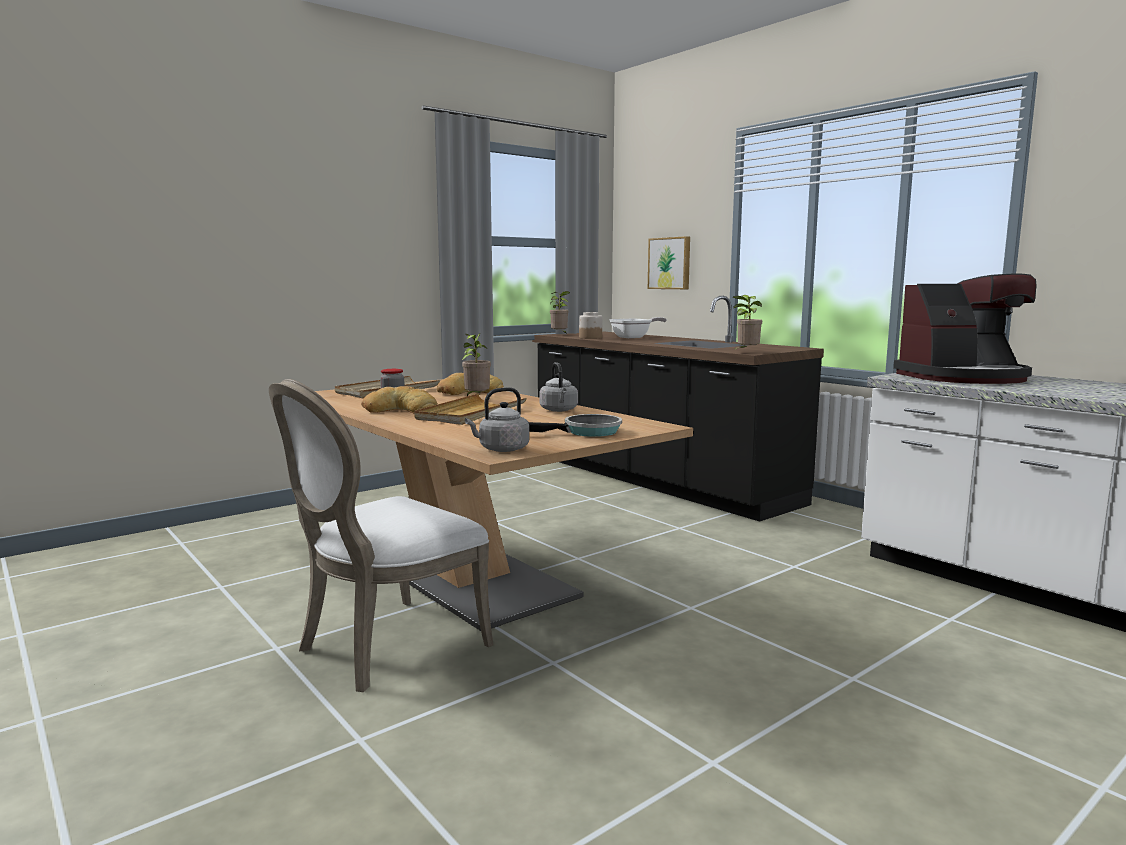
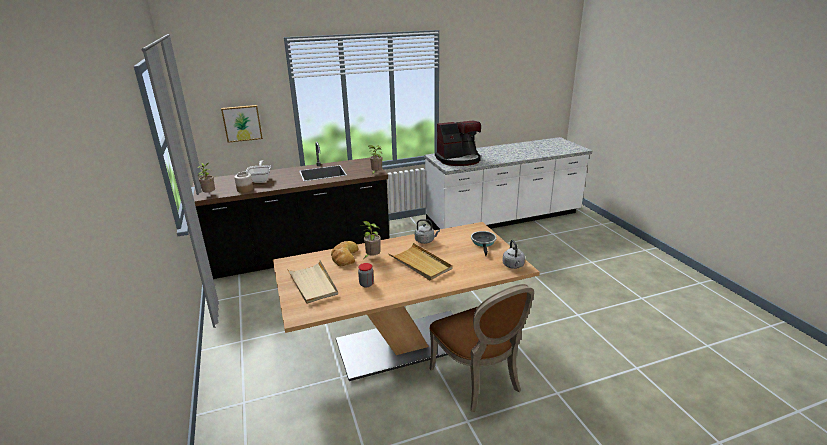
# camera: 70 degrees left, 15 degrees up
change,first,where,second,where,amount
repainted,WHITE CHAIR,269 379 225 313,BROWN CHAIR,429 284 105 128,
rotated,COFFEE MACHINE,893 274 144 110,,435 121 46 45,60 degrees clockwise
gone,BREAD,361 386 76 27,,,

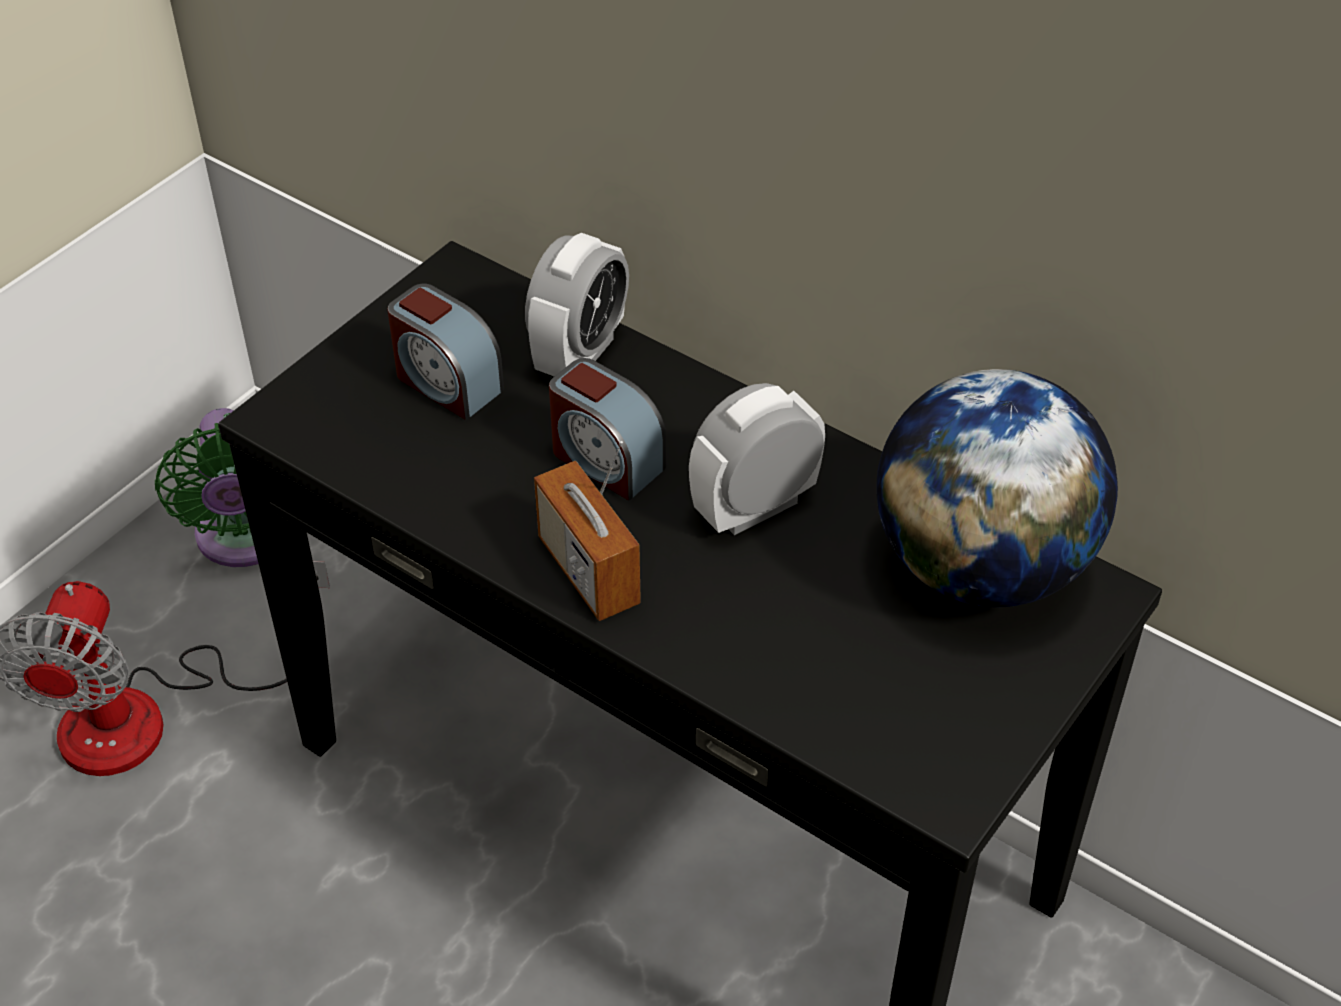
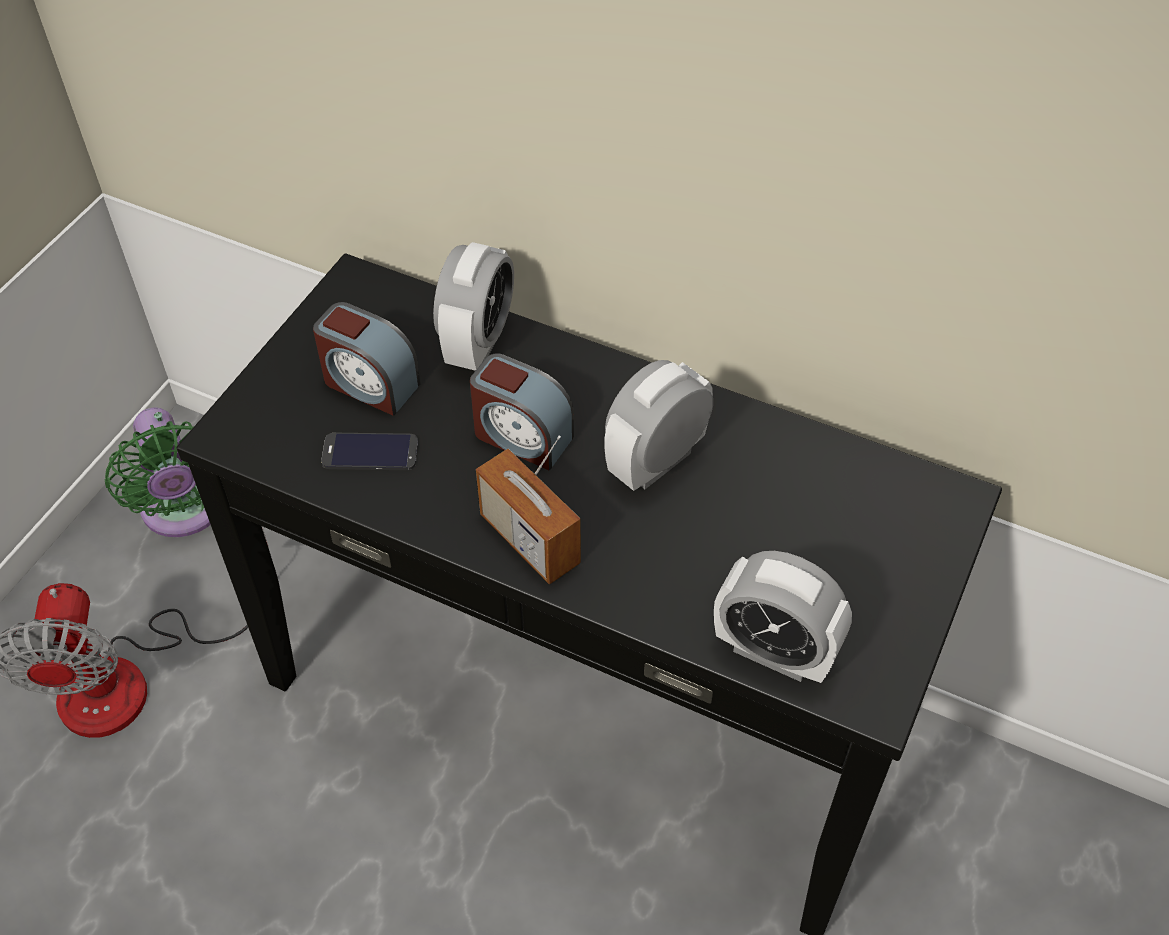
# camera: 10 degrees left, 5 degrees up
change,first,where,second,where,amount
new,,,PHONE,321 433 97 37,
new,,,ALARM CLOCK,714 551 138 132,
gone,GLOBE,876 369 242 238,,,

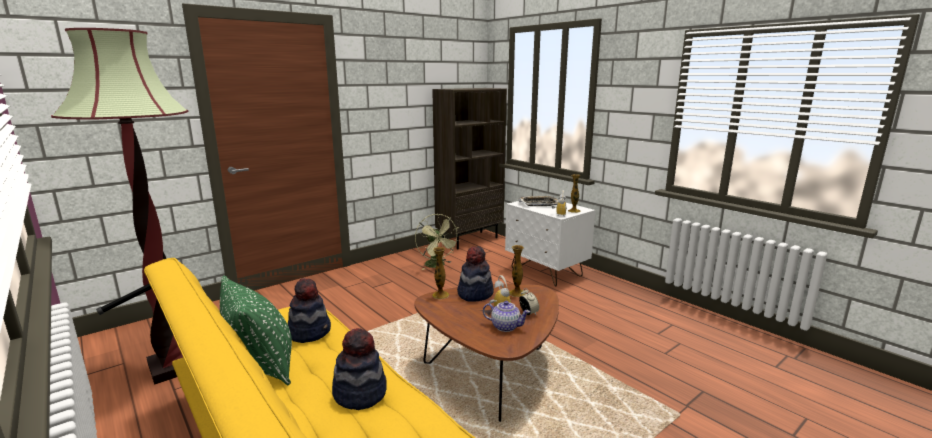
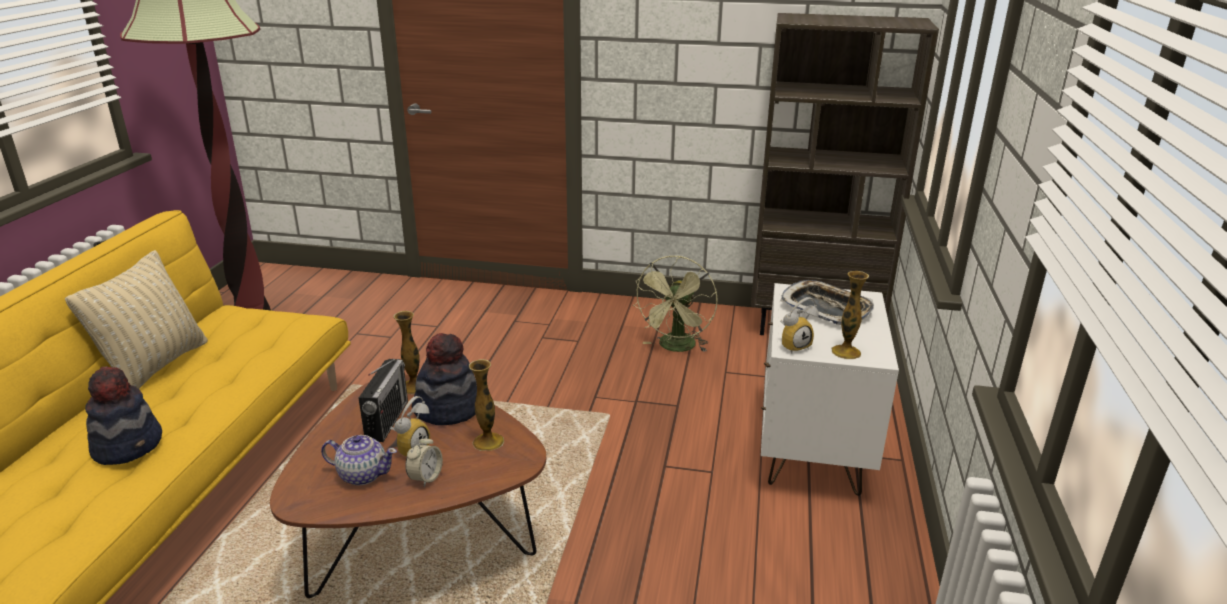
# camera: 50 degrees right, 10 degrees up
change,first,where,second,where,amount
repainted,GREEN PILLOW,220 276 72 109,BEIGE PILLOW,65 250 143 139,
rotated,TEAPOT,483 301 47 31,,321 435 76 51,60 degrees counterclockwise
new,,,RADIO,358 359 50 83,
gone,HAT,288 278 43 65,,,

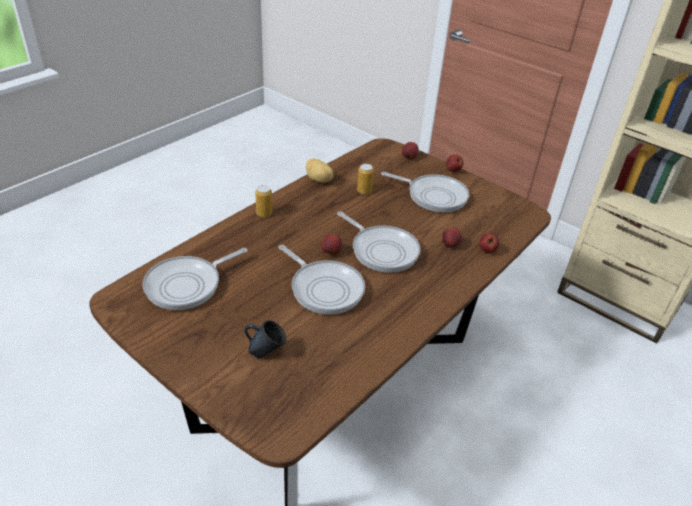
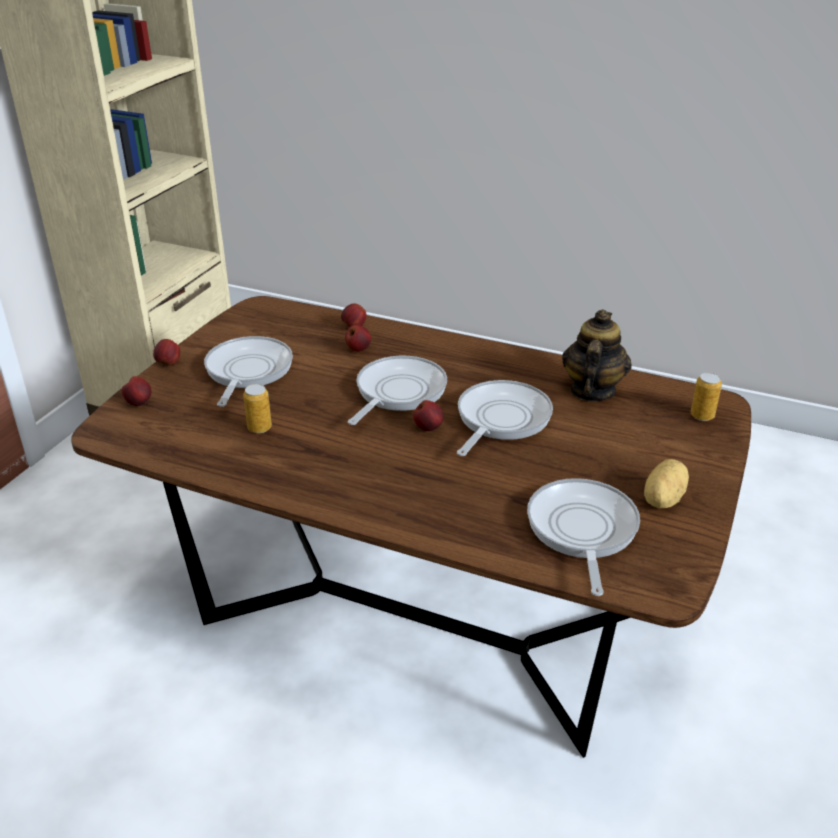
# camera: 105 degrees left, 5 degrees down
change,first,where,second,where,amount
rotated,FRYING PAN,143 248 105 62,,527 478 113 118,120 degrees counterclockwise
new,,,TEAPOT,562 310 70 91,
shifted,POTATO,306 158 28 25,,644 459 45 49,
shifted,CAN,255 185 17 33,,691 373 31 48,
gone,BLUE MUG,244 320 42 39,,,

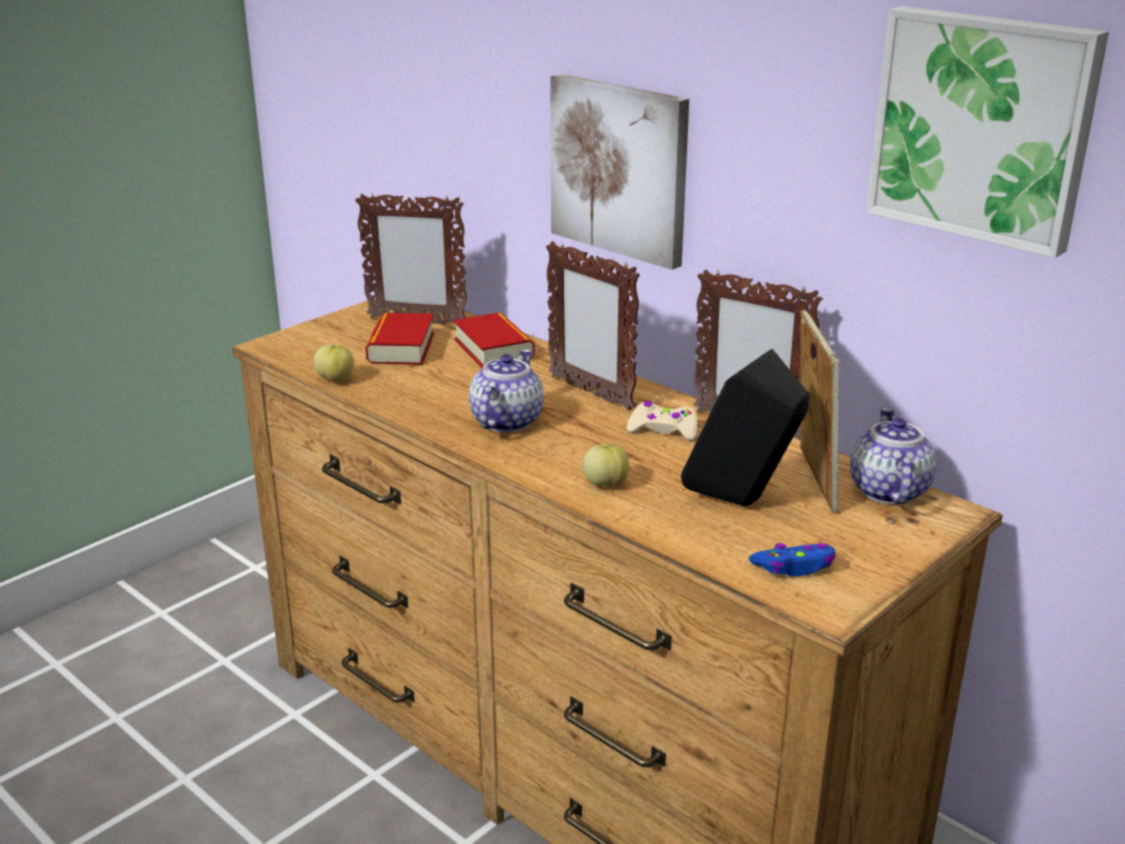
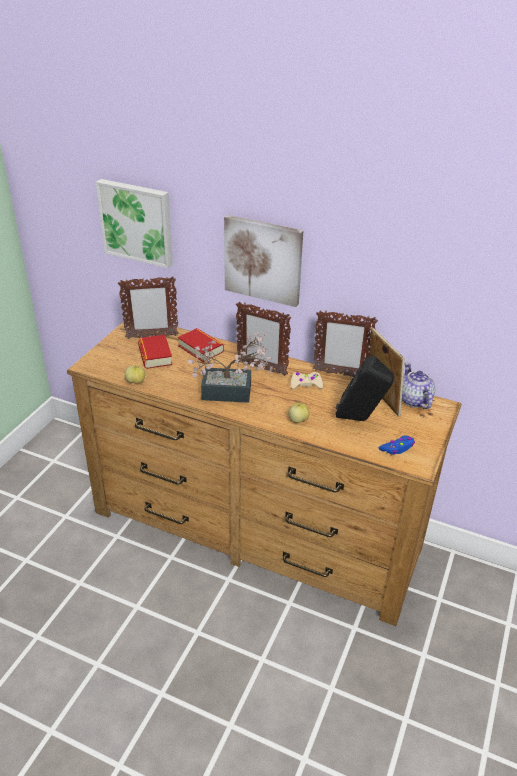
# camera: 20 degrees left, 10 degrees up
change,first,where,second,where,amount
shifted,PICTURE,866 6 243 252,,96 179 77 89,
swapped,TEAPOT,469 349 75 84,POTTED PLANT,188 332 85 71,

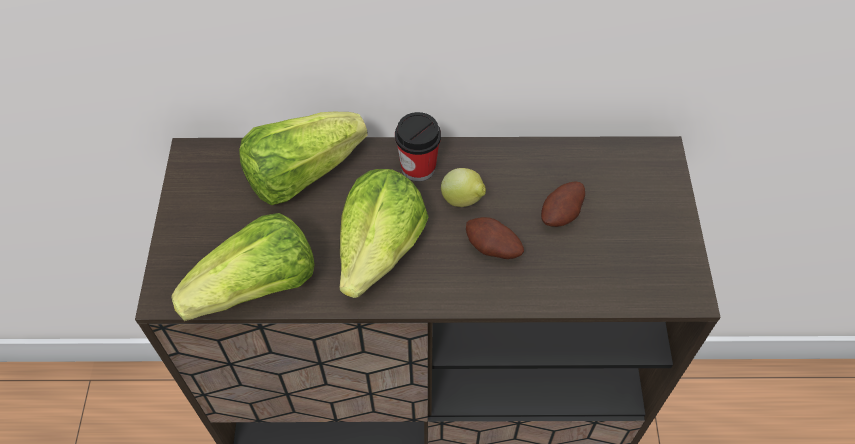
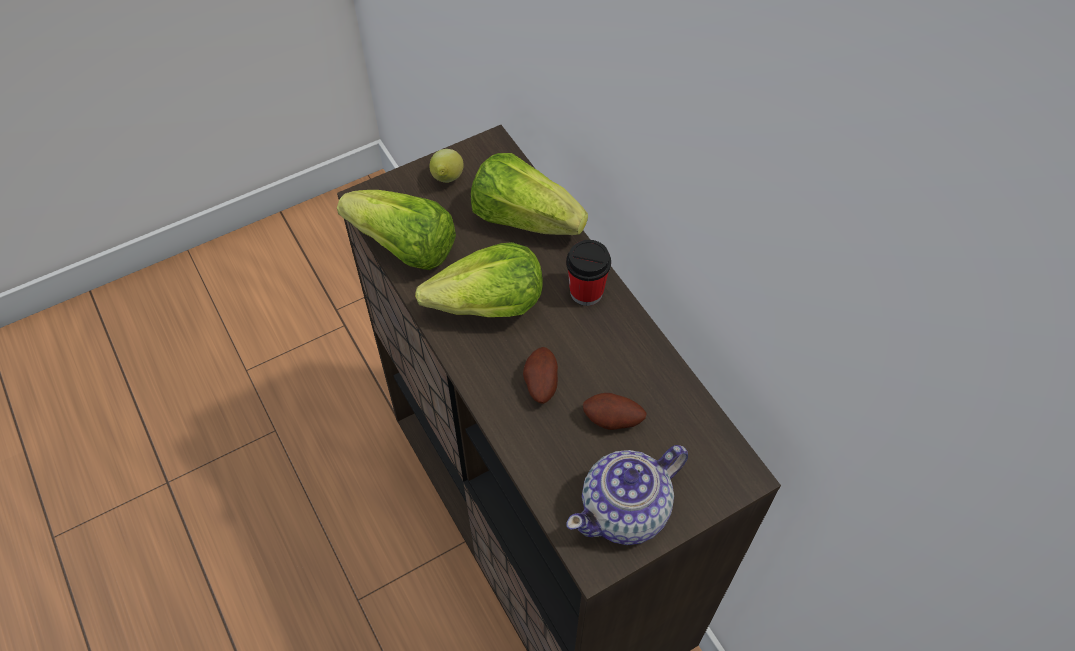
# camera: 60 degrees right, 0 degrees up
change,first,where,second,where,amount
shifted,LEMON,441 168 45 39,,429 149 35 34,
new,,,TEAPOT,566 445 122 100,

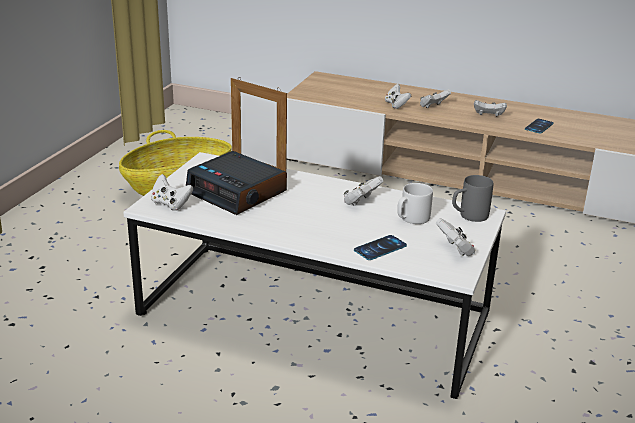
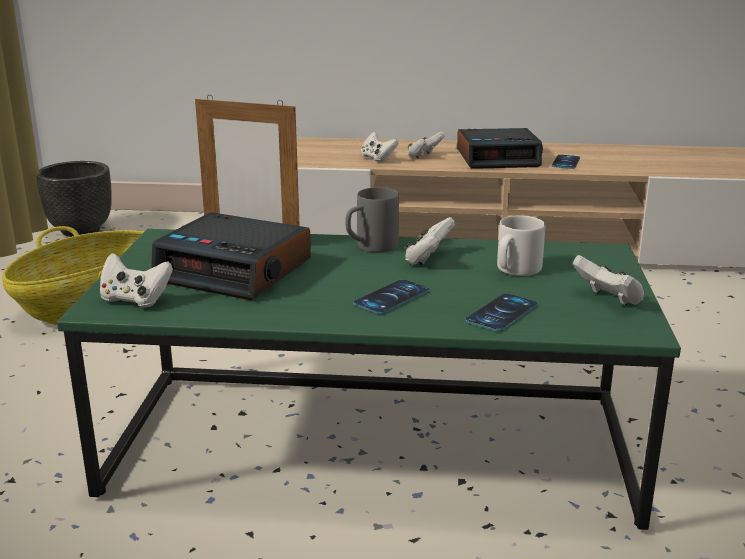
# camera: 15 degrees left, 5 degrees down
change,first,where,second,where,amount
new,,,BLACK PLANTER,36 161 76 76,
repainted,WHITE COFFEE TABLE,123 152 383 247,GREEN COFFEE TABLE,57 229 624 301,
shifted,GREY MUG,452 175 41 47,,345 188 54 65,
new,,,PHONE,353 279 77 35,
swapped,WHITE GAME CONTROLLER,474 100 33 16,ALARM CLOCK,457 128 86 41,

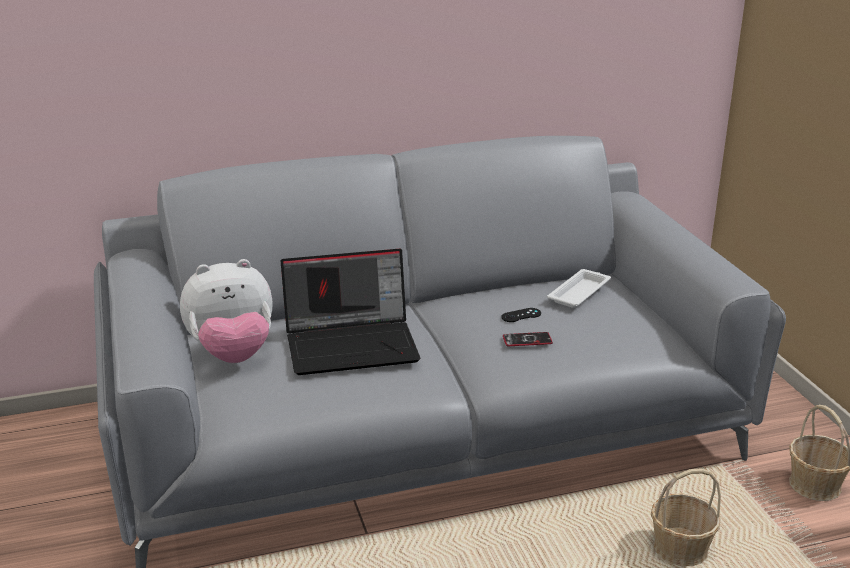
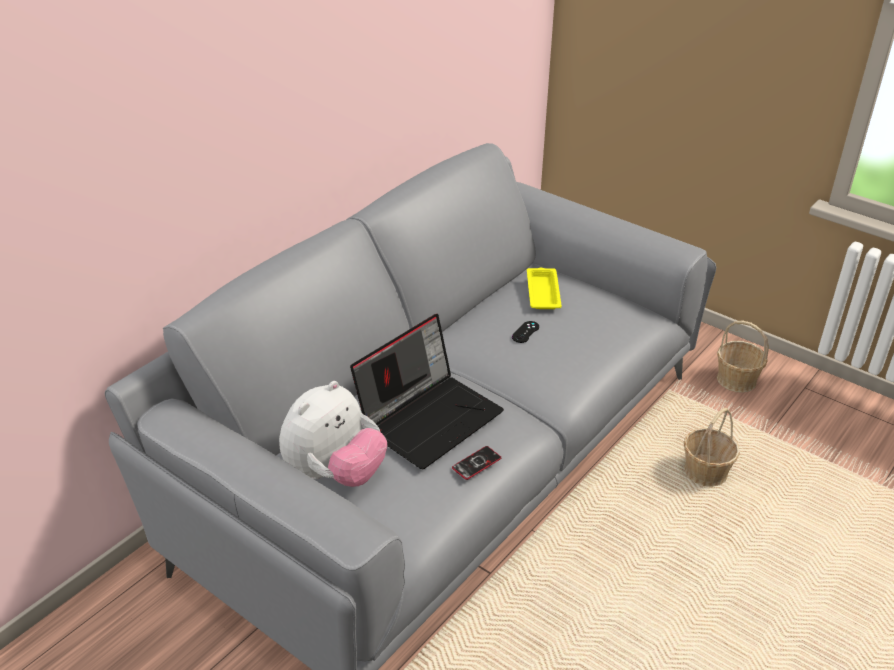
# camera: 35 degrees left, 10 degrees up
change,first,where,second,where,amount
shifted,PHONE,503 332 50 14,,452 446 49 34,
repainted,WHITE TRAY,547 269 64 39,YELLOW TRAY,527 268 35 41,

